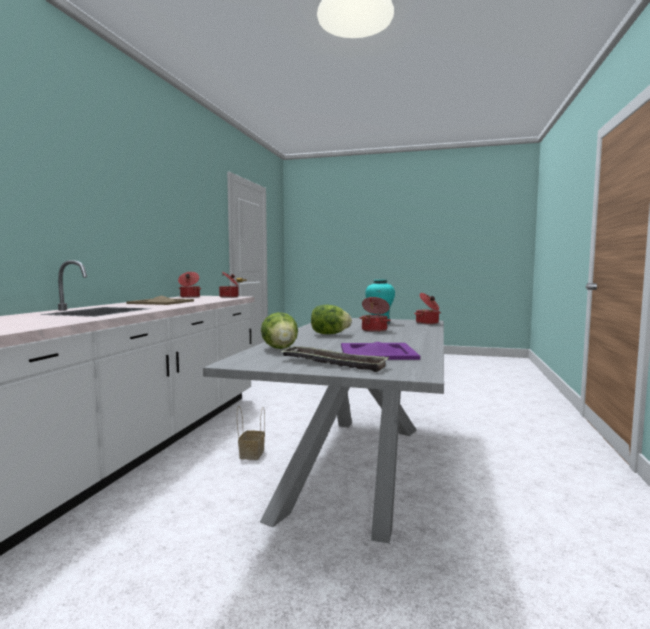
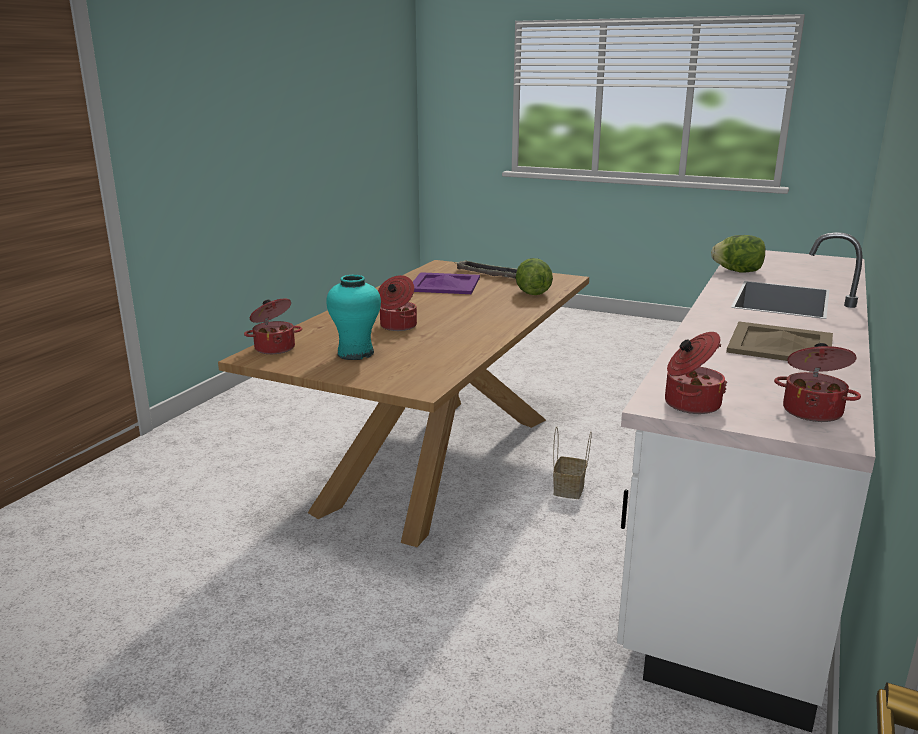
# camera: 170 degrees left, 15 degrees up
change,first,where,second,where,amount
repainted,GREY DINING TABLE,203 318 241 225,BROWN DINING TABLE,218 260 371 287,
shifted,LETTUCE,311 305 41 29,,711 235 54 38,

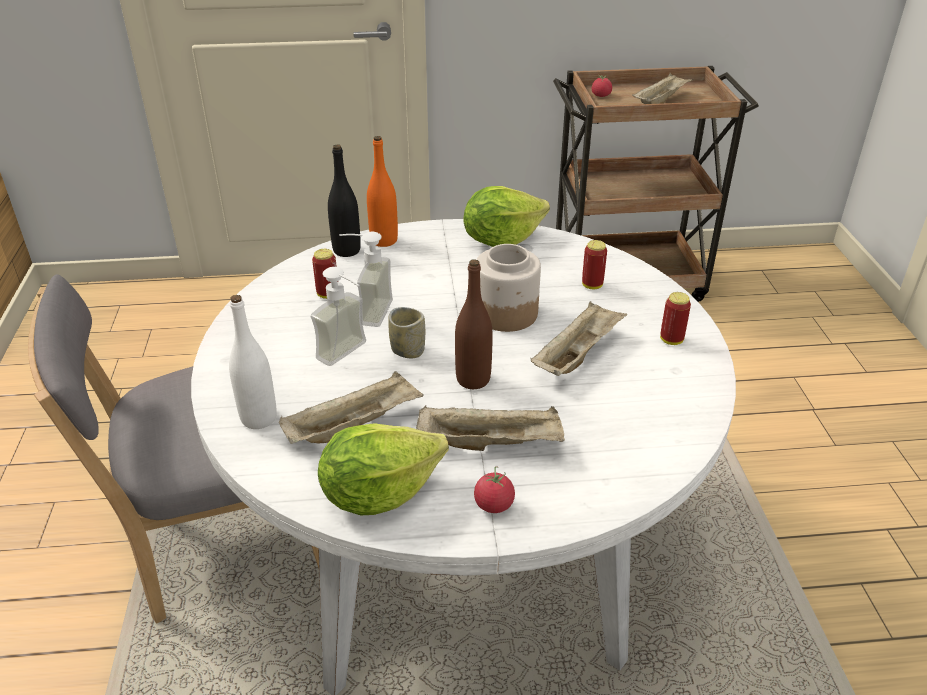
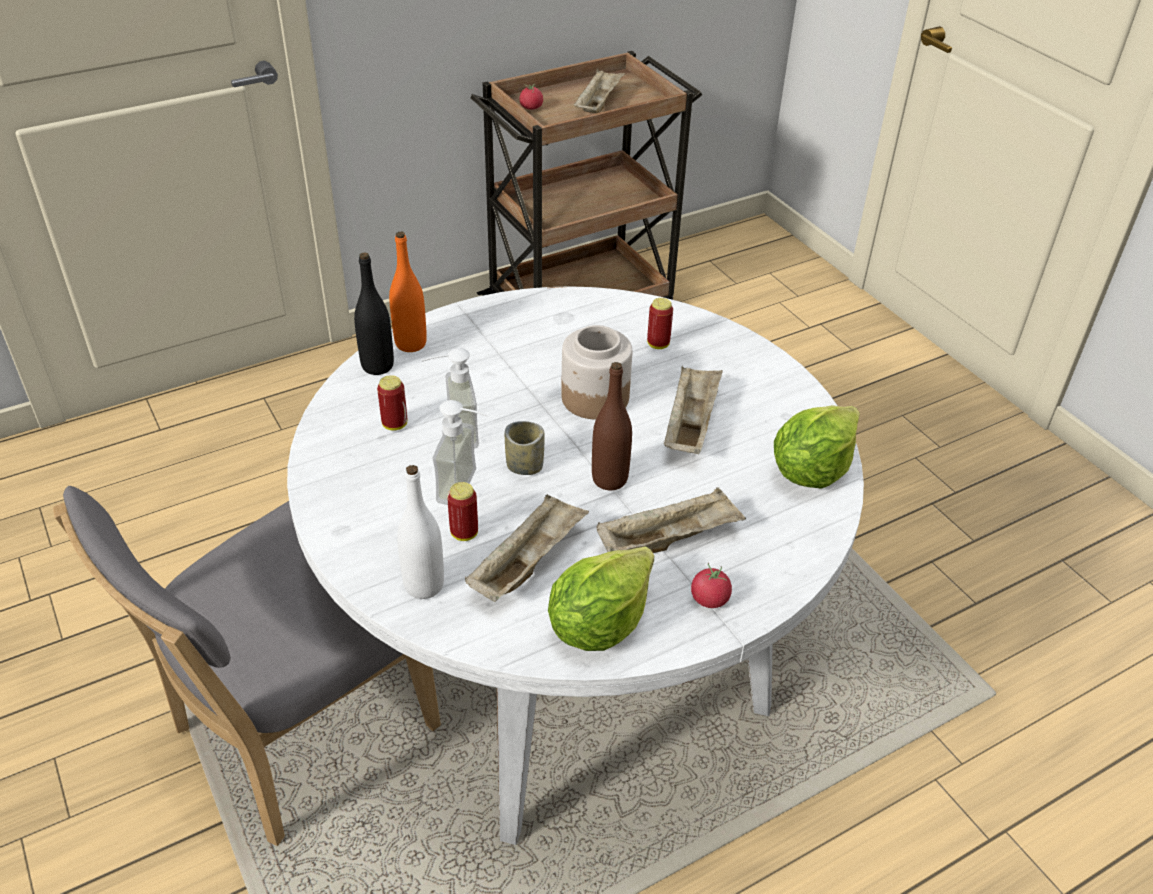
# camera: 25 degrees left, 5 degrees up
change,first,where,second,where,amount
shifted,CAN,660 292 31 53,,447 482 31 59,
shifted,LETTUCE,463 186 87 61,,774 405 86 84,

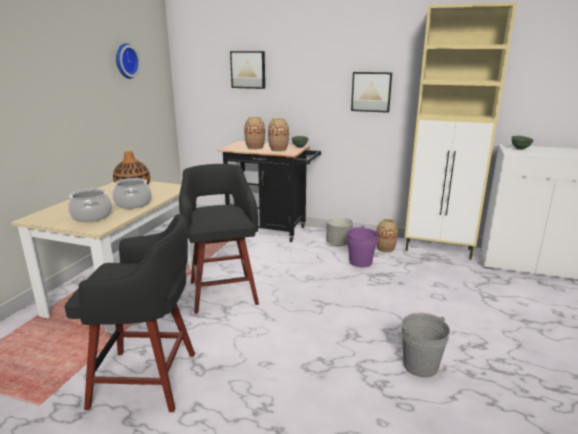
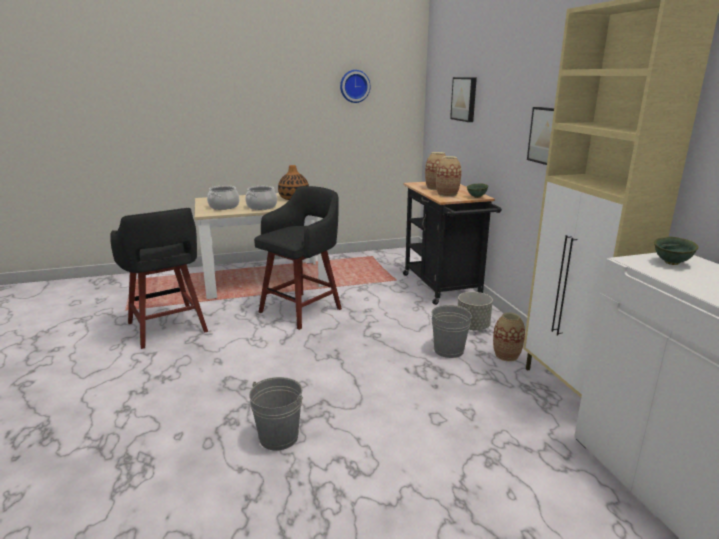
# camera: 55 degrees right, 0 degrees up
change,first,where,second,where,amount
repainted,PURPLE BUCKET,347 225 31 42,GREY BUCKET,431 305 41 53,

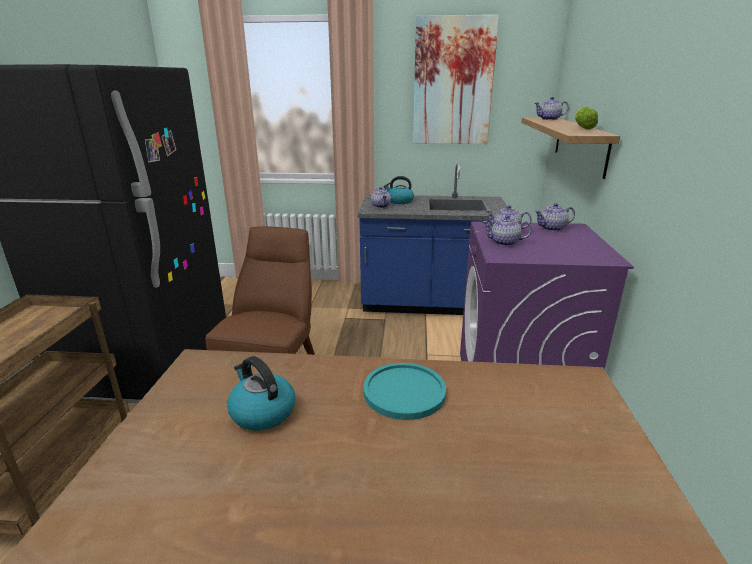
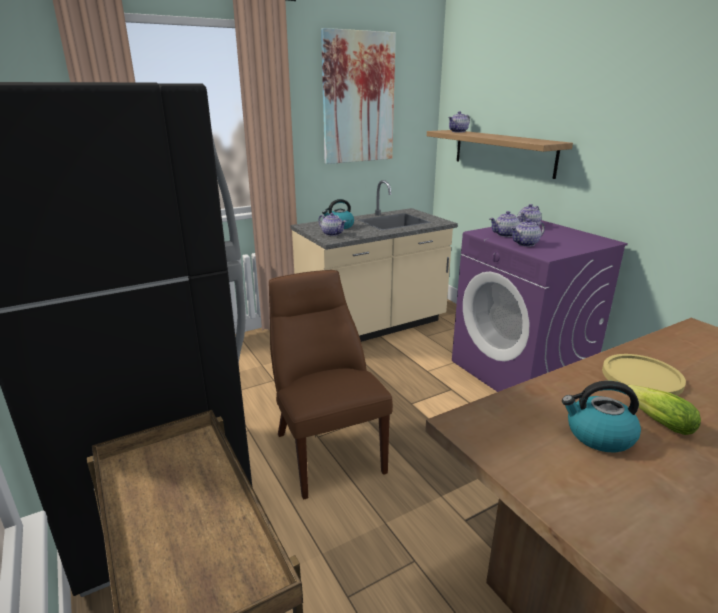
# camera: 35 degrees left, 0 degrees up
change,first,where,second,where,amount
repainted,BLUE COUNTER,358 164 149 151,BEIGE COUNTER,290 180 168 162,
repainted,TURQUOISE PLATE,364 363 82 57,YELLOW PLATE,602 354 84 42,
shifted,LETTUCE,575 106 23 24,,627 385 74 50,

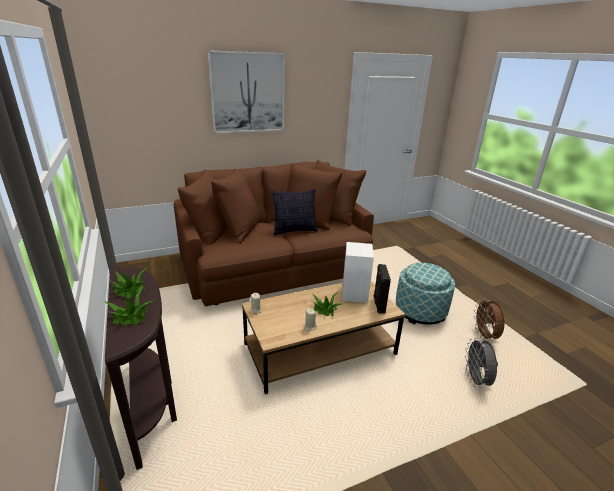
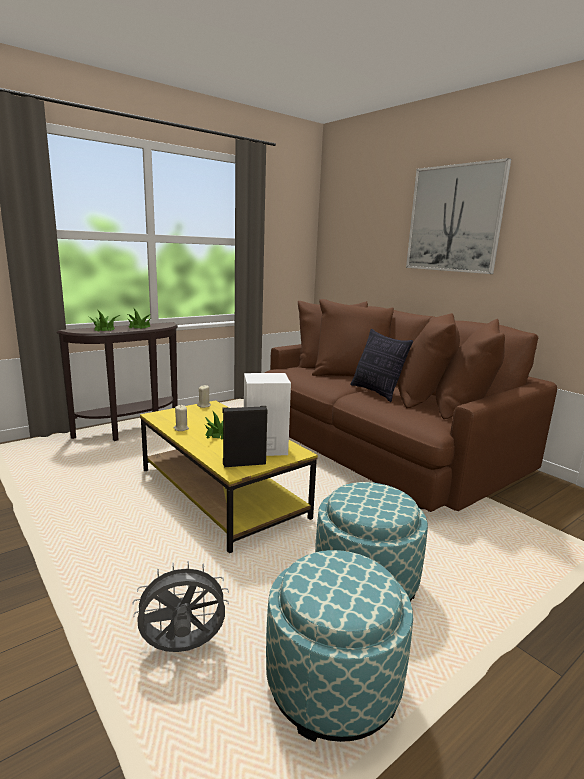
# camera: 75 degrees right, 10 degrees down
change,first,where,second,where,amount
repainted,BROWN COFFEE TABLE,242 282 163 112,YELLOW COFFEE TABLE,140 400 178 153,
swapped,BROWN FAN,473 299 31 41,OTTOMAN,266 550 147 192,

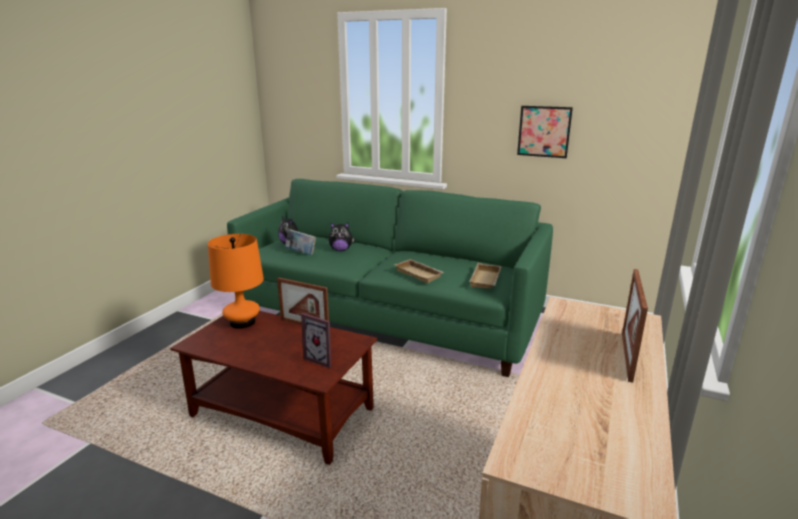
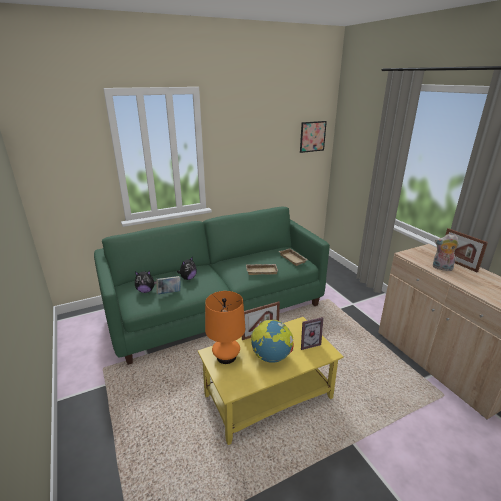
# camera: 50 degrees left, 5 degrees up
change,first,where,second,where,amount
repainted,BROWN COFFEE TABLE,170 311 207 154,YELLOW COFFEE TABLE,198 317 146 128,
new,,,GLOBE,251 320 43 43,
shifted,PICTURE,517 106 56 52,,300 121 27 32,
new,,,PLUSH TOY,433 234 26 37,

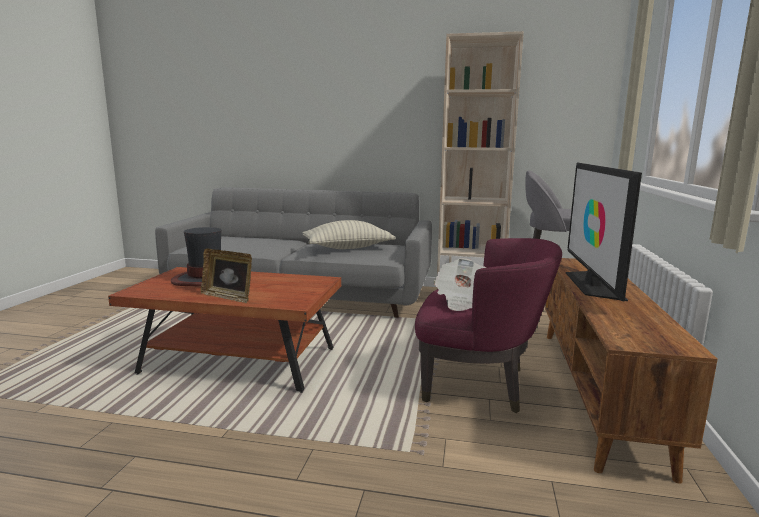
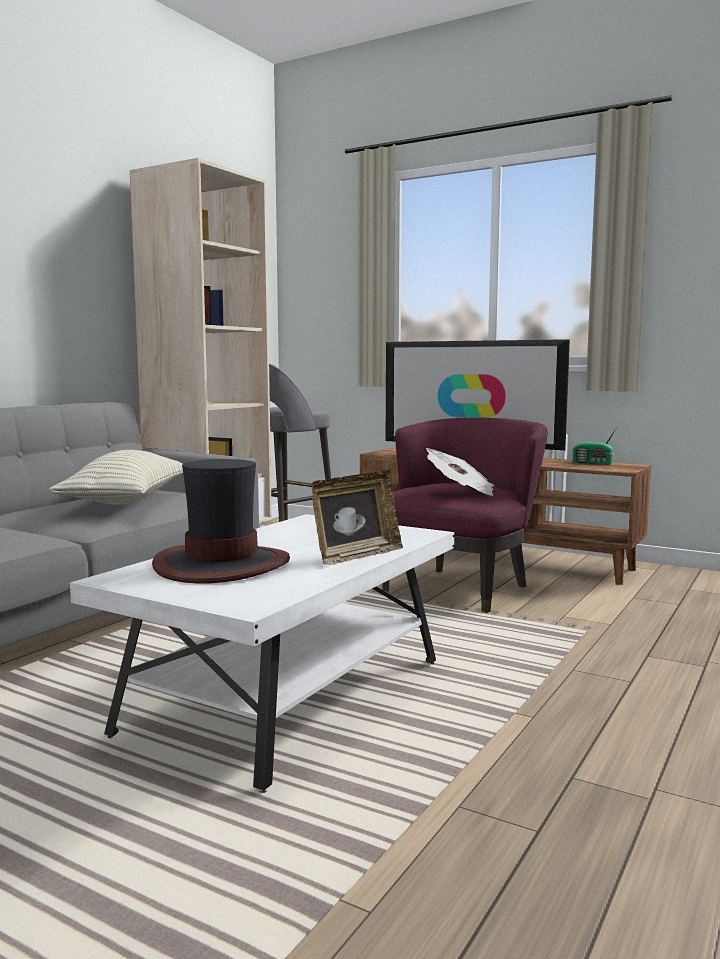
# camera: 70 degrees left, 5 degrees down
change,first,where,second,where,amount
repainted,BROWN COFFEE TABLE,108 267 233 126,WHITE COFFEE TABLE,70 514 384 279,
new,,,RADIO,572 427 45 38,

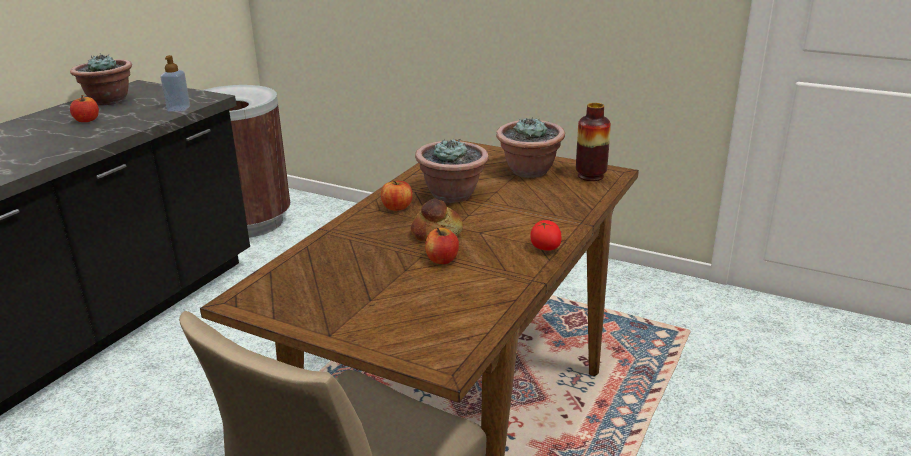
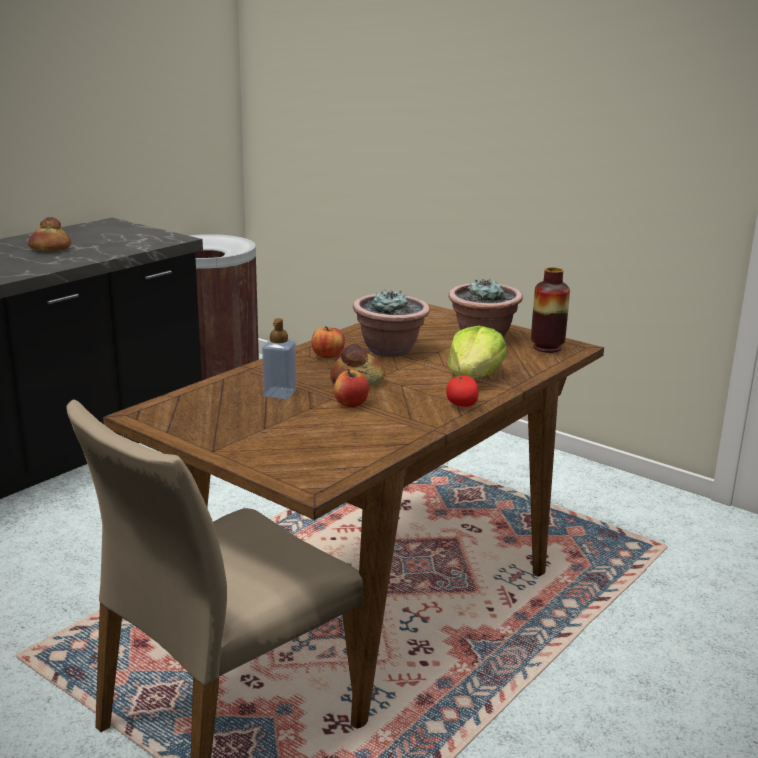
# camera: 10 degrees right, 5 degrees down
change,first,where,second,where,amount
swapped,APPLE,70 95 29 27,BREAD,28 217 43 34,
shifted,SOAP DISPENSER,160 55 30 56,,262 318 34 81,
new,,,LETTUCE,447 326 60 52,
gone,POTTED PLANT,70 53 62 52,,,

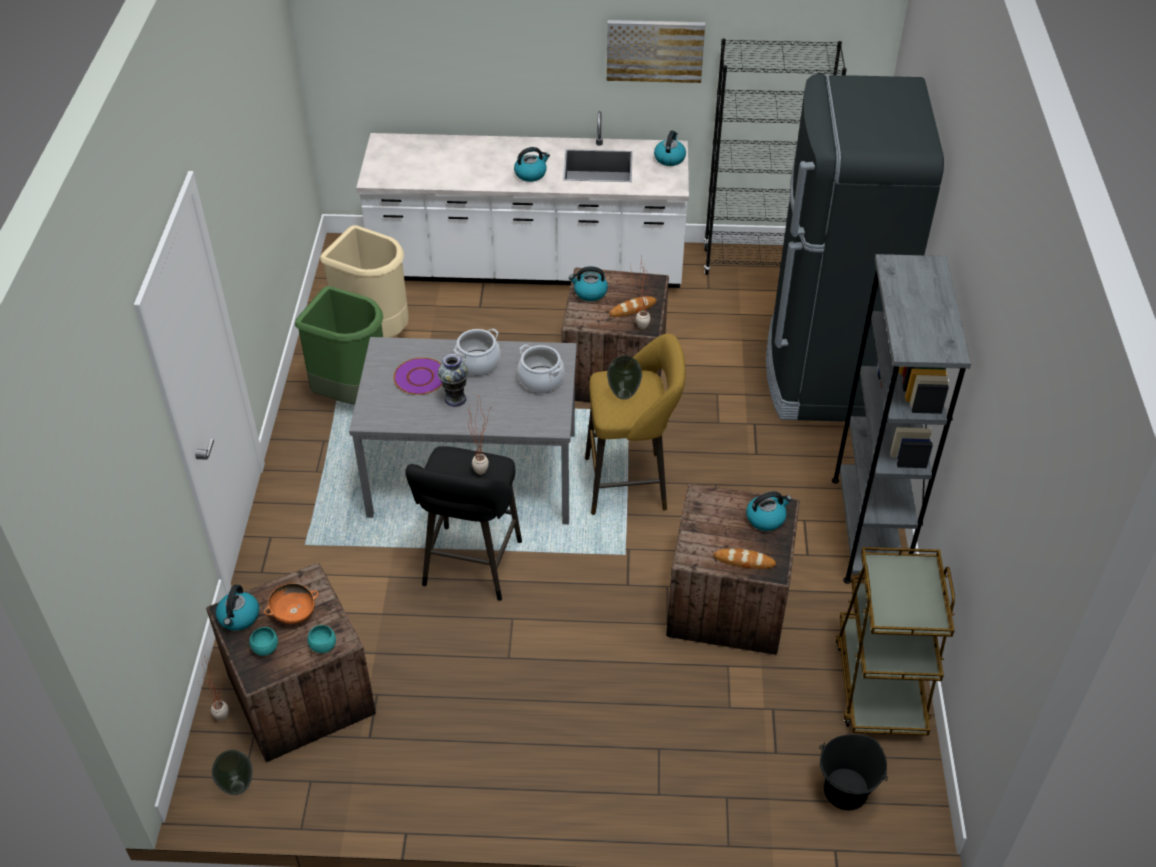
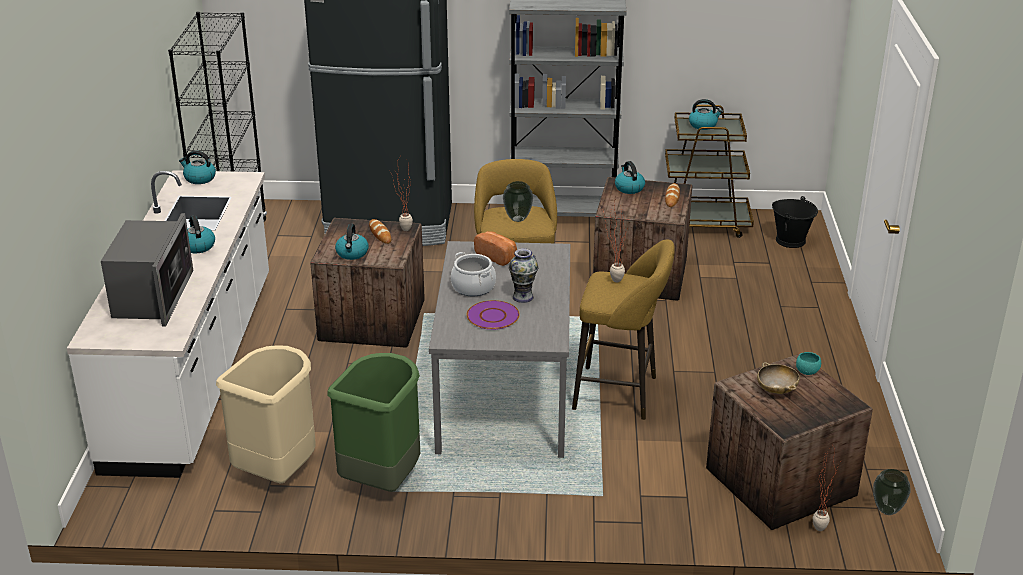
# camera: 90 degrees left, 15 degrees down
change,first,where,second,where,amount
new,,,MICROWAVE,101 213 92 114,
swapped,COOKING POT,517 344 48 49,BREAD,474 231 43 35,
repainted,BLACK STOOL,405 446 117 155,YELLOW STOOL,572 239 103 181,
shifted,KETTLE,216 585 43 46,,689 99 34 31,
repainted,ORANGE BOWL,264 583 55 41,BEIGE BOWL,757 362 43 32,
gone,TURQUOISE BOWL,249 627 29 29,,,
gone,PICTURE,607 20 98 63,,,

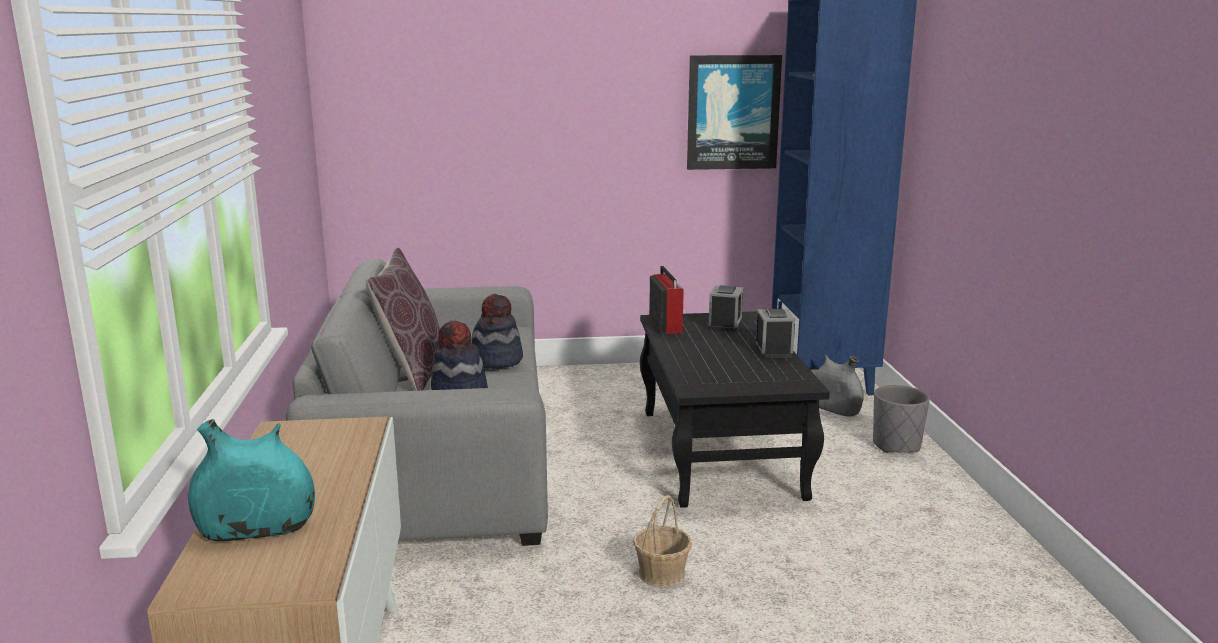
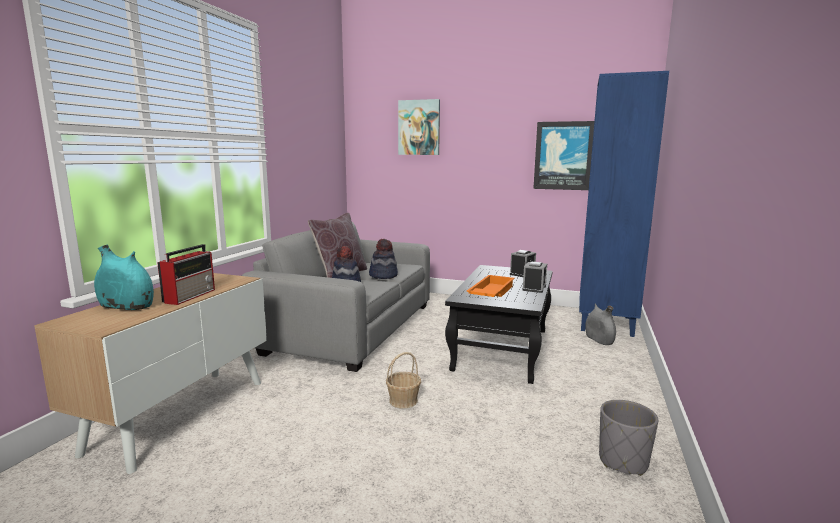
# camera: 25 degrees right, 5 degrees down
change,first,where,second,where,amount
shifted,RADIO,649 266 35 68,,157 244 58 61,
new,,,PICTURE,398 99 42 56,
new,,,ORANGE TRAY,467 275 48 22,
shifted,GREY PLANTER,873 385 57 68,,599 400 59 76,

